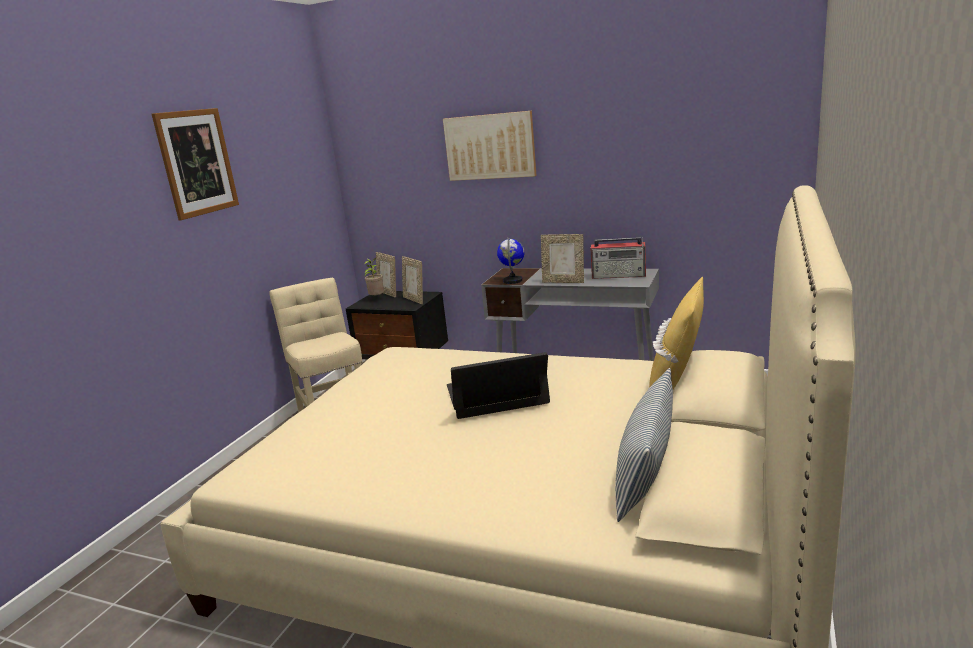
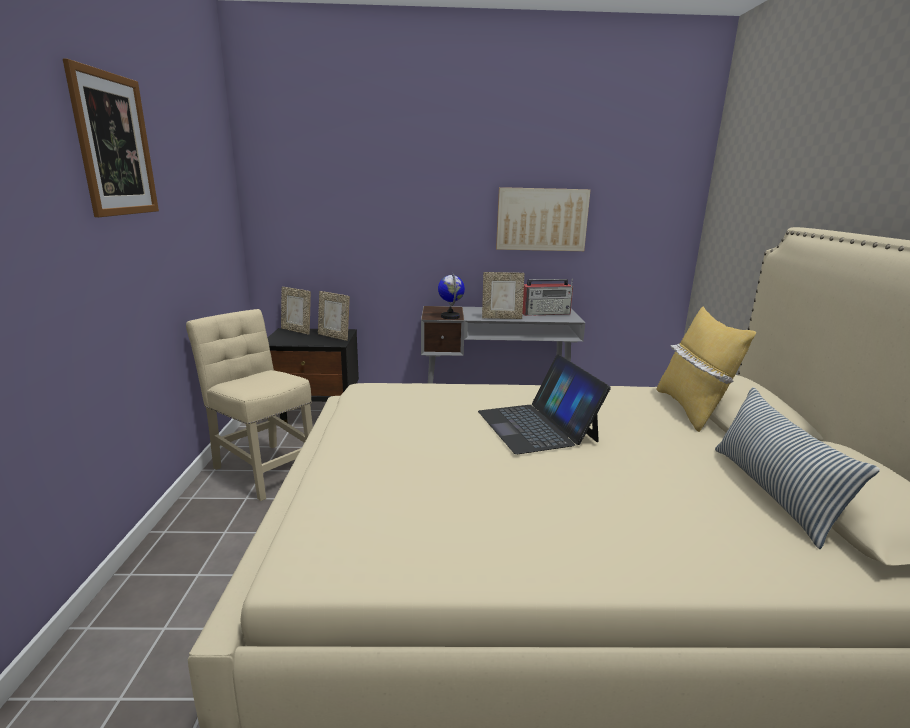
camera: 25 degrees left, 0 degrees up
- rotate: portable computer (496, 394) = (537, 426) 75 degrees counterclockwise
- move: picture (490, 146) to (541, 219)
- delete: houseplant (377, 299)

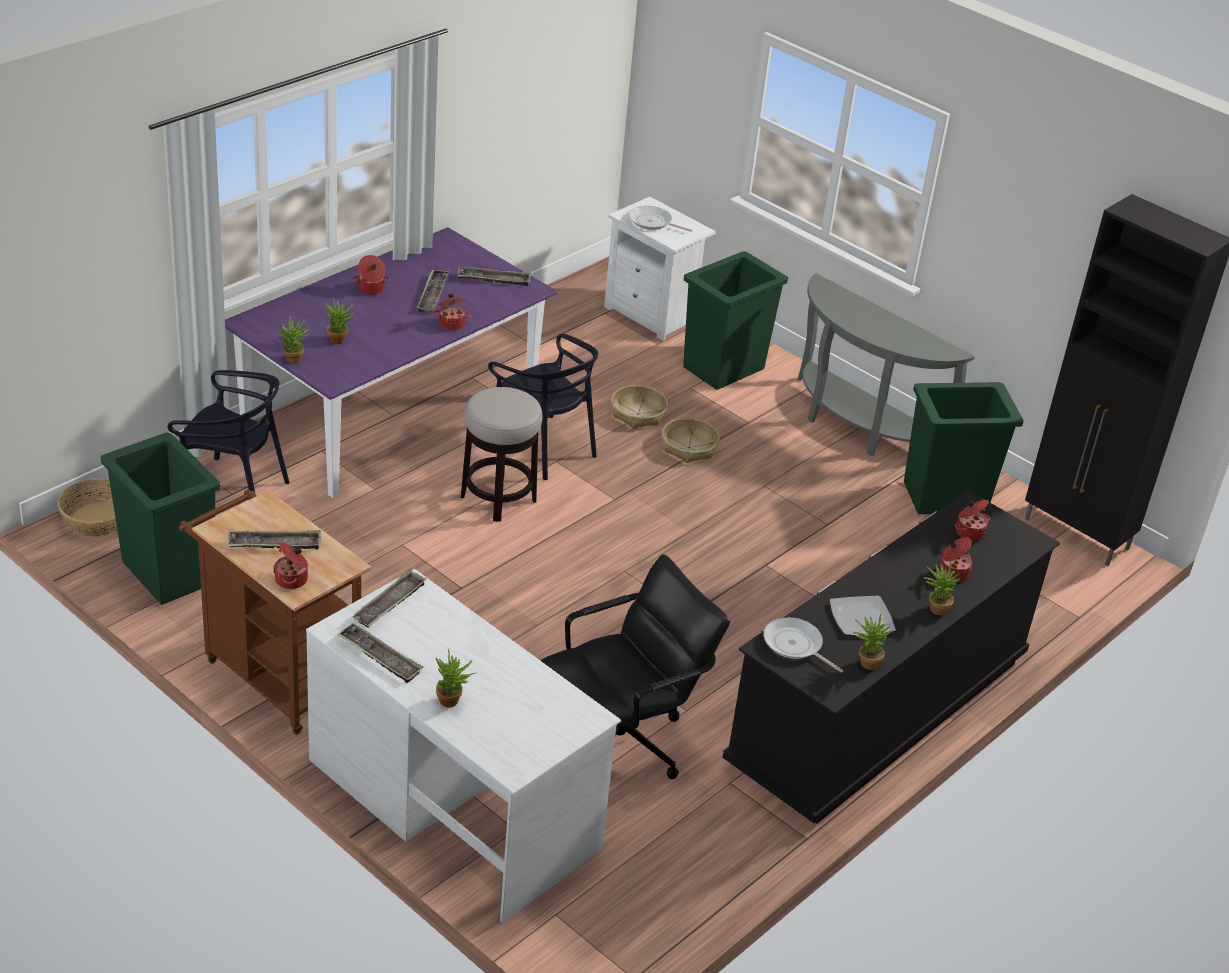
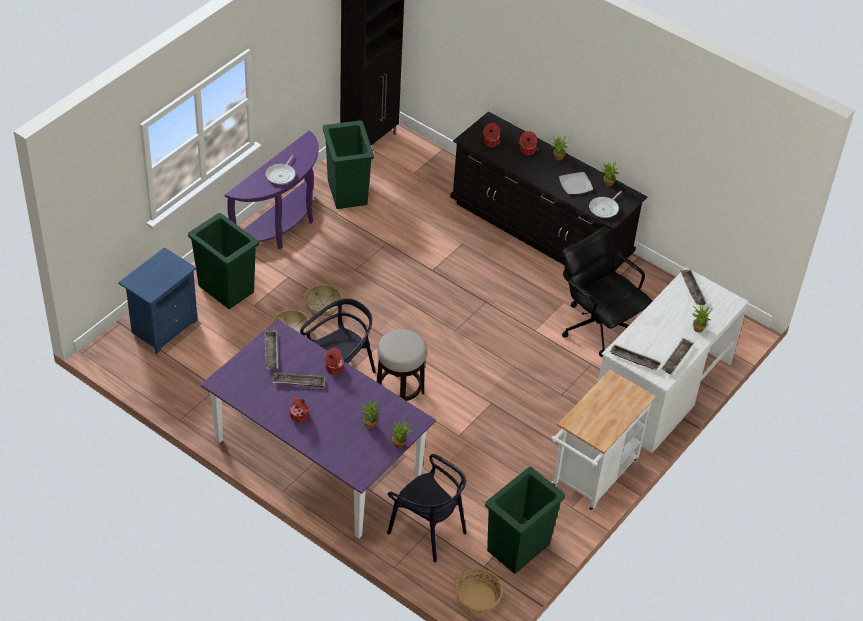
camera: 95 degrees left, 10 degrees up
- recolor: whitish bedside table (652, 315) to bluish bedside table (163, 327)
- recolor: greyish hall table (856, 426) to purple-coloured hall table (282, 227)
- move: skillet (652, 222) to (281, 175)
- rotate: blackish plain chair (232, 492) = (427, 530) 120 degrees clockwise
- recolor: brownish cart (276, 674) to whitish cart (591, 478)
- move: carrying tray (275, 544) to (692, 289)
- delete: stockpot (292, 580)

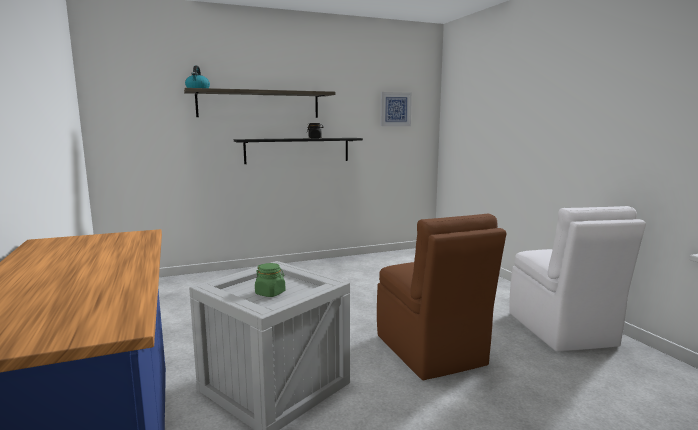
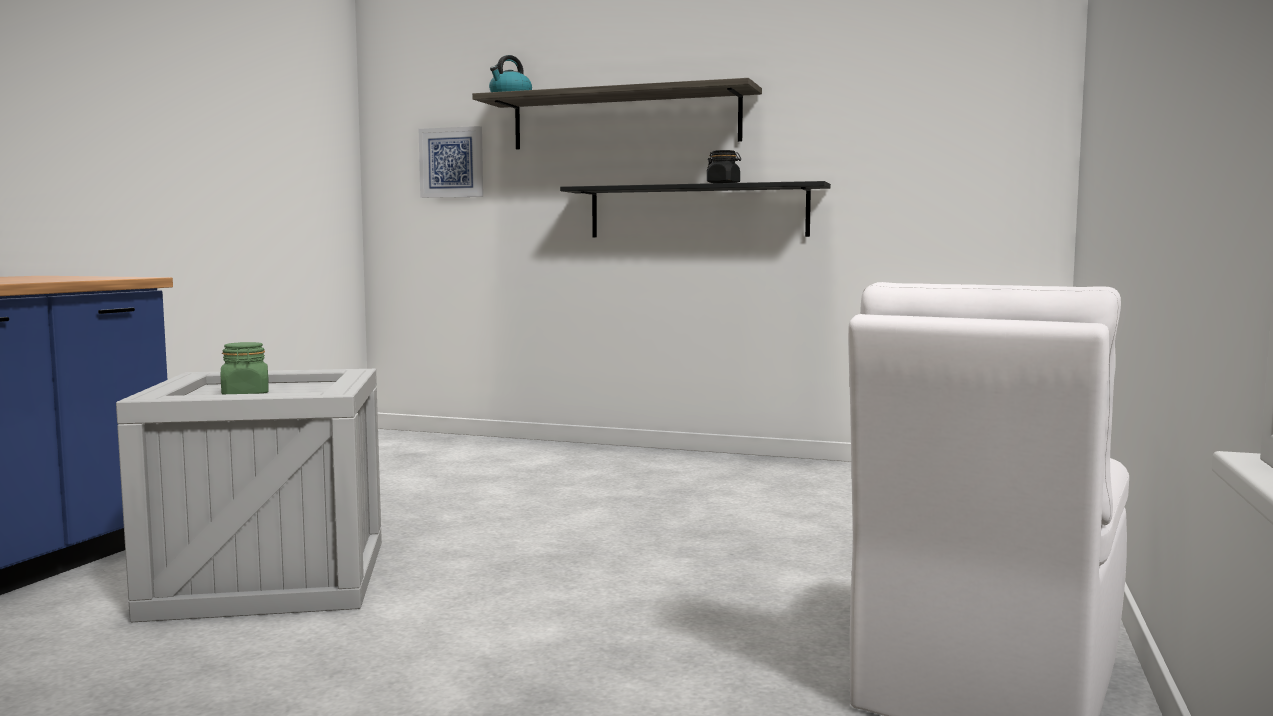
camera: 40 degrees right, 5 degrees down
- move: picture (395, 109) to (452, 162)
- delete: brownish plain chair (430, 351)

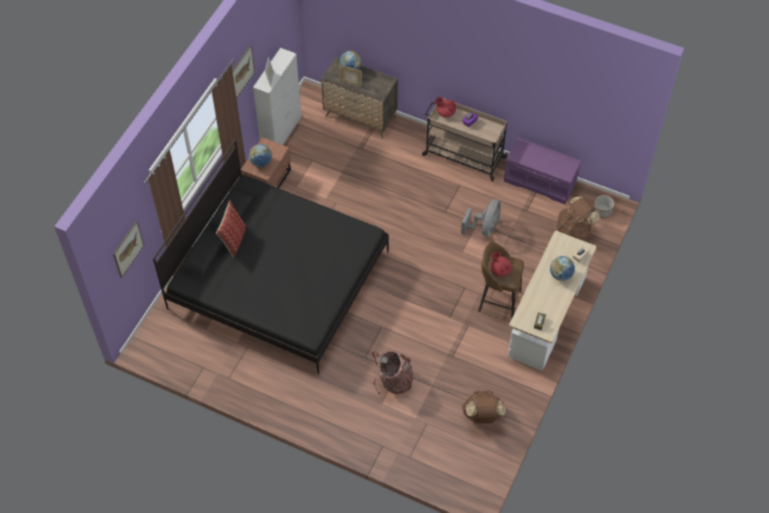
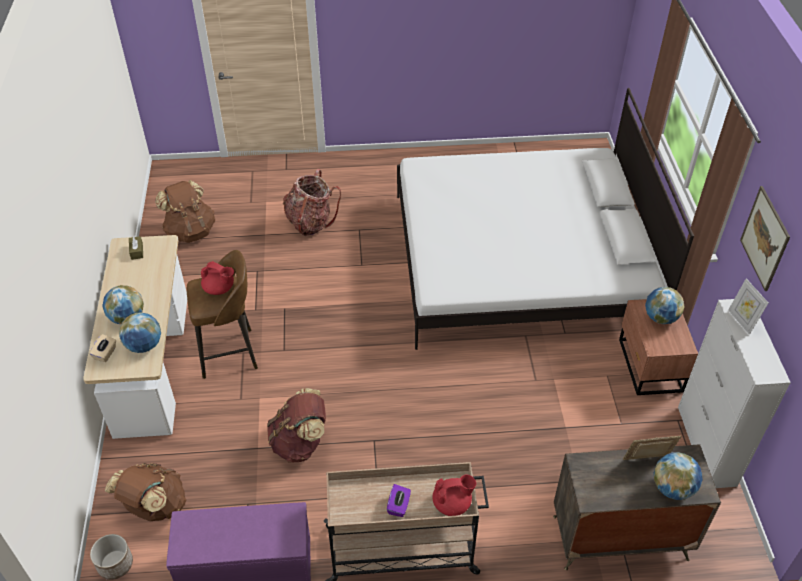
camera: 150 degrees right, 10 degrees down
- insert: world globe (144, 345)
- replace: greyish cooling fan (484, 228) to brownish knapsack (300, 443)
- recolor: blackish bed (279, 279) to whitish bed (520, 260)
- delete: picture (128, 249)
- delete: throw pillow (233, 240)

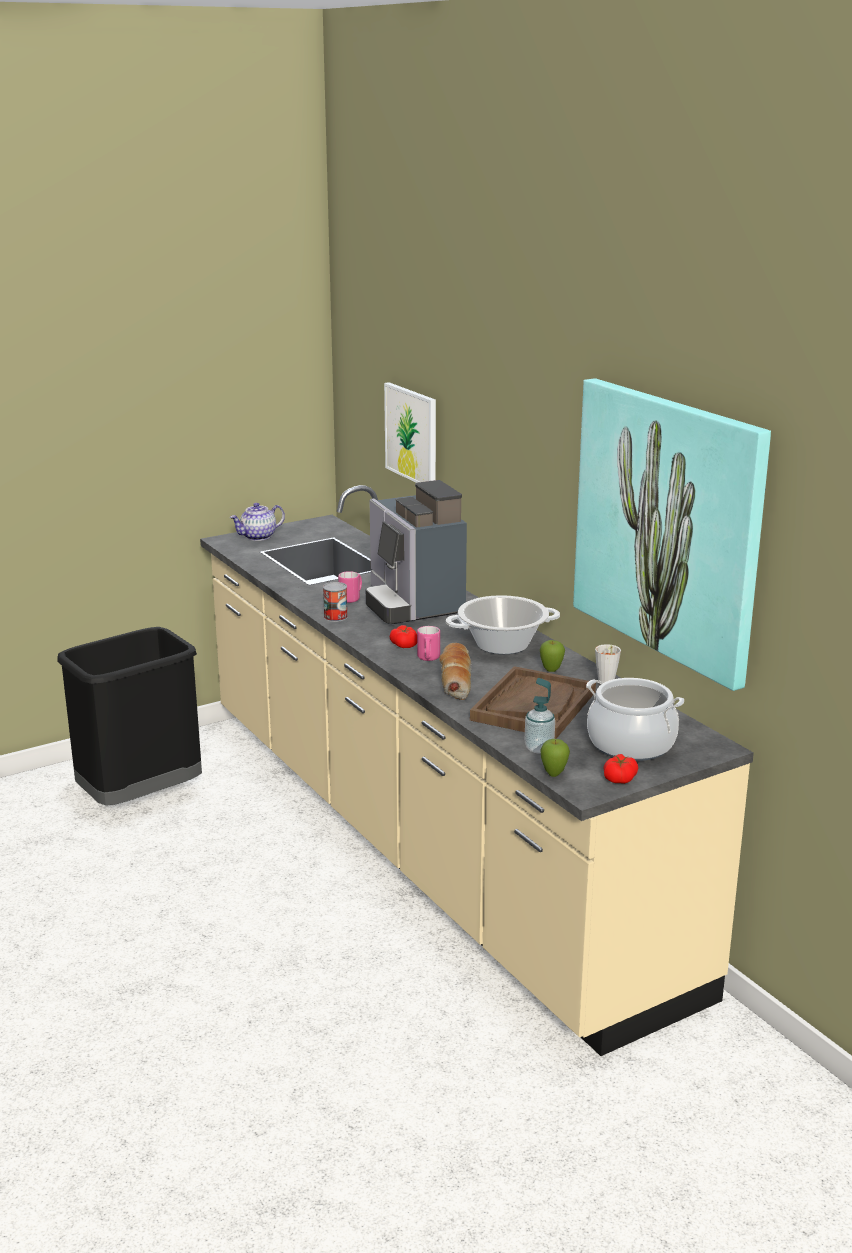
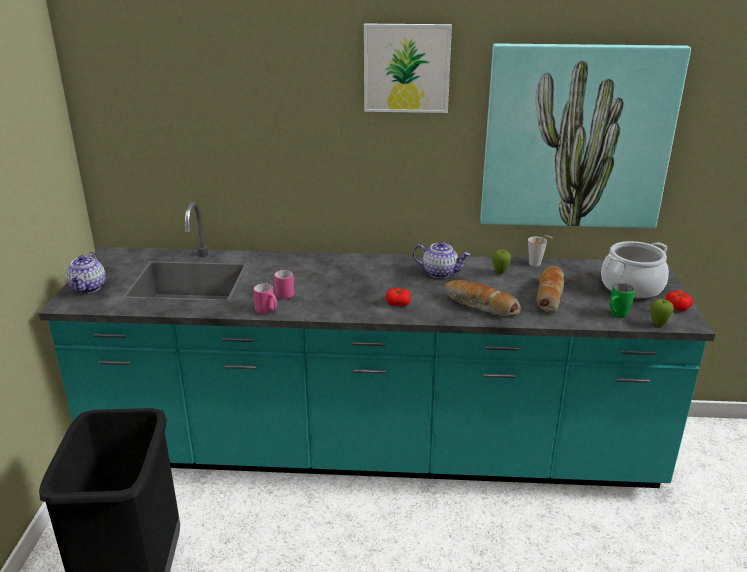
camera: 55 degrees left, 5 degrees up
- recolor: beige-coloured kitchen counter (426, 841) to turquoise-coloured kitchen counter (373, 449)
- move: pinkish tea mug (428, 659) to (267, 311)
- move: picture (412, 434) to (406, 68)
- replace: stockpot (502, 645) to teapot (440, 272)
- replace: brownish carrying tray (533, 705) to bread (548, 296)
- replace: soap bottle (539, 748) to greenish tea mug (616, 316)
- delete: sealed can (335, 617)
- delete: coffee brewer (412, 604)

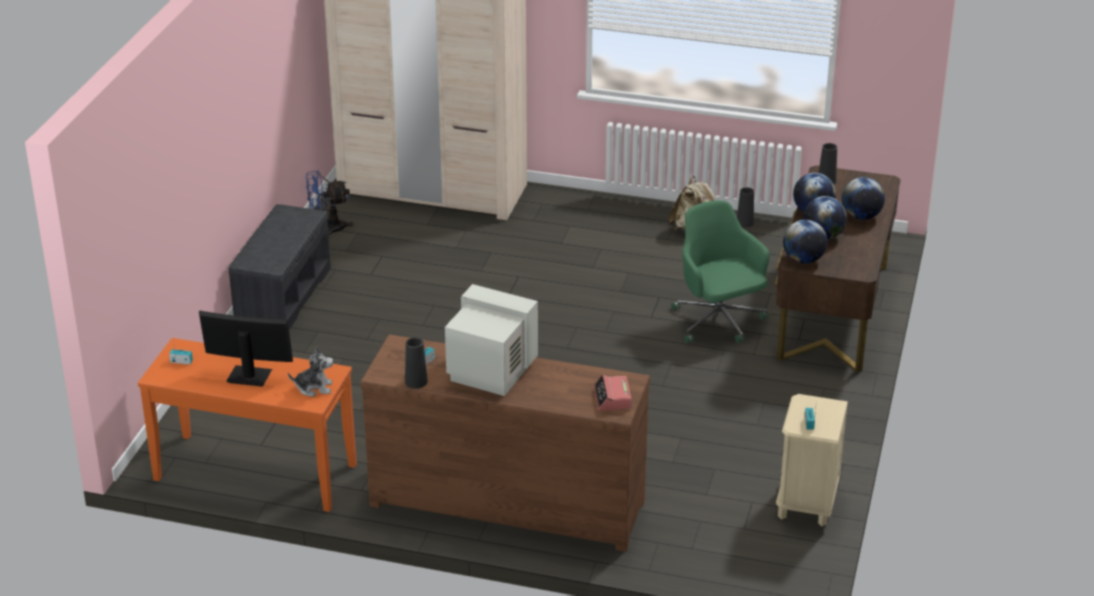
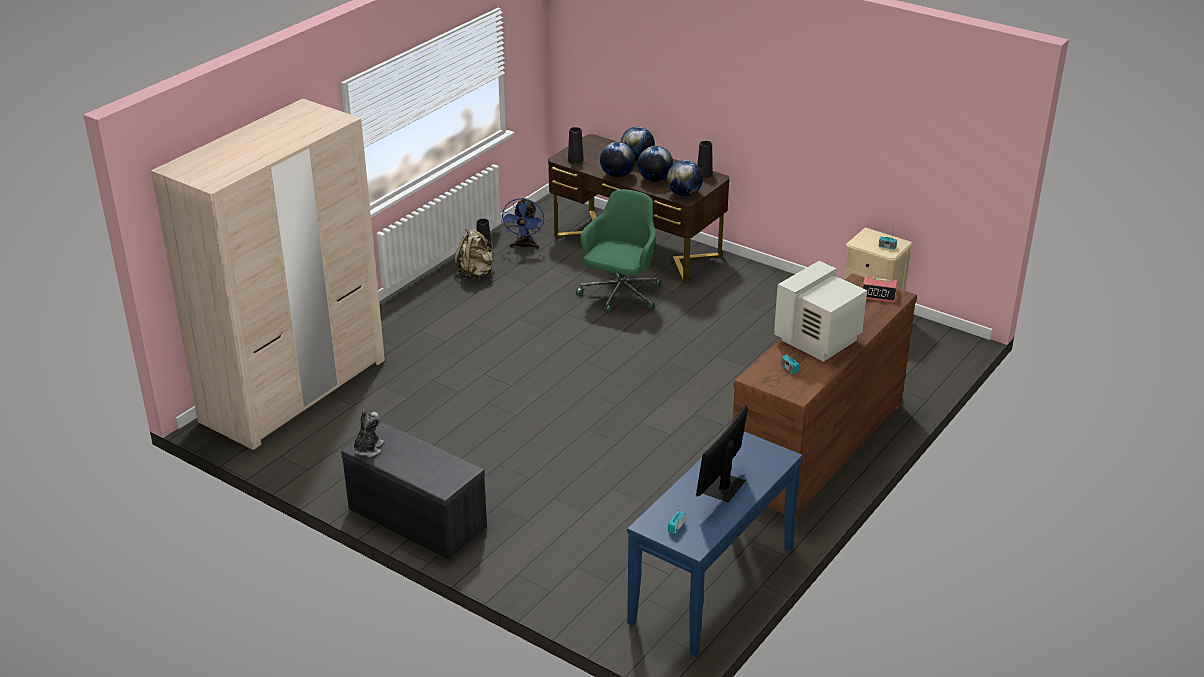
camera: 70 degrees left, 0 degrees up
- move: soft toy (314, 388) to (367, 449)
- move: bluish cooling fan (328, 229) to (524, 246)
- rotate: greenish office chair (718, 322) = (620, 295) 120 degrees clockwise
- recolor: orange hall table (255, 472) to bluish hall table (713, 585)
- move: blackish decorative vase (416, 381) to (704, 174)

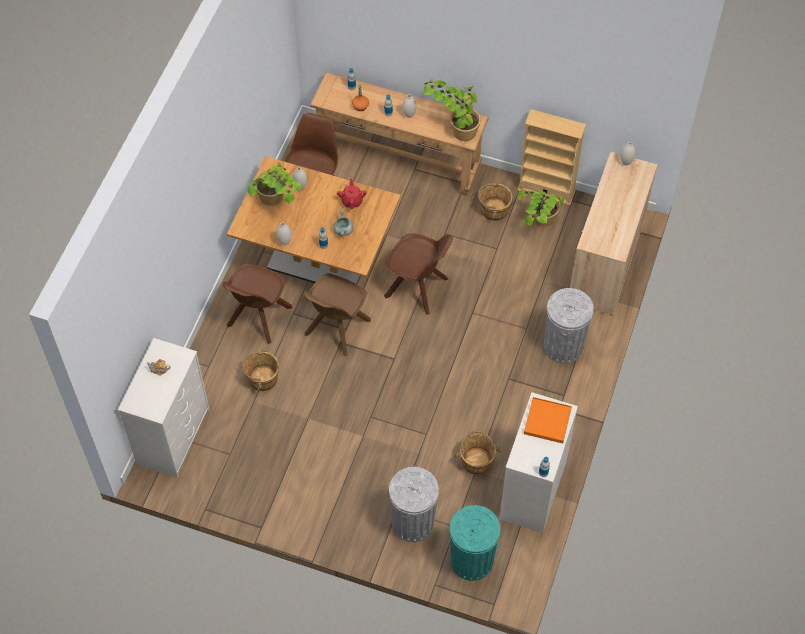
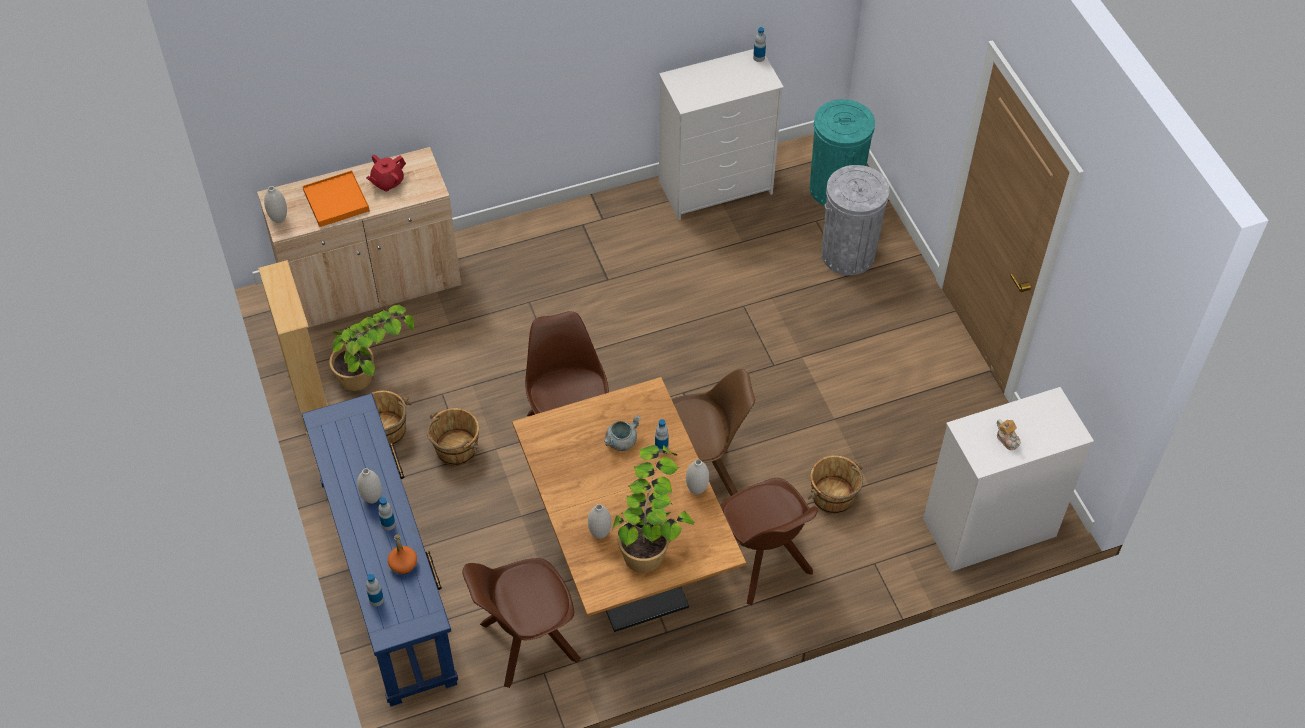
camera: 130 degrees left, 5 degrees down
- recolor: brownish hall table (399, 160) to bluish hall table (389, 584)
- move: orange carrying tray (547, 421) to (336, 201)
- move: red-coloured teapot (352, 201) to (387, 182)
- move: brownish bucket (476, 460) to (455, 449)
- rotate: brownish plain chair (258, 317) = (763, 562) 75 degrees clockwise
- delete: houseplant (454, 126)
- delete: greyish waste bin (563, 346)

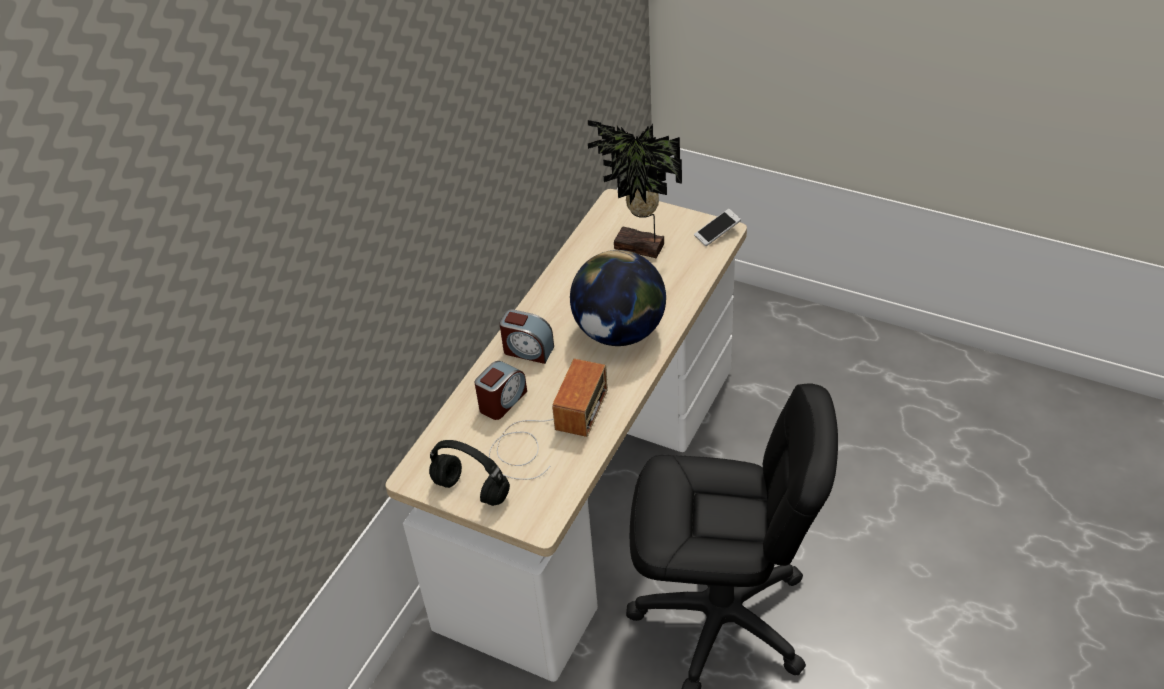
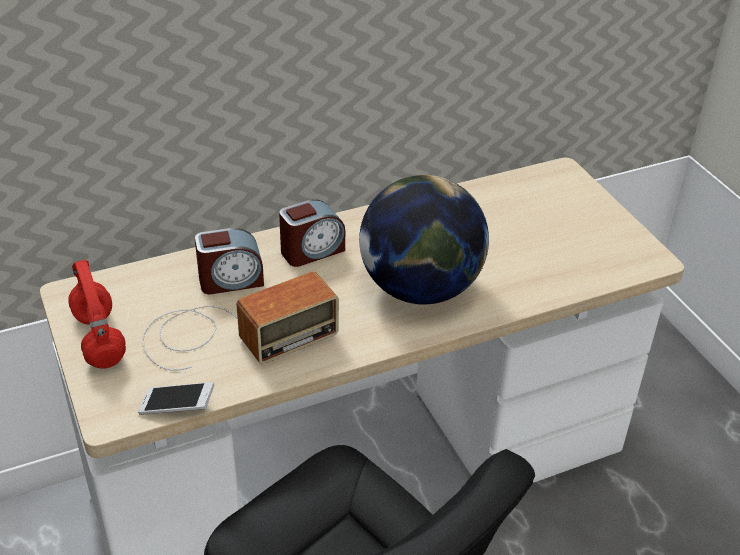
camera: 35 degrees right, 5 degrees down
- recolor: blackish headphones (473, 490) to red-coloured headphones (101, 340)
- move: handset (717, 233) to (177, 406)
- rotate: table clock (527, 350) = (312, 251) 90 degrees counterclockwise
- delete: houseplant (639, 249)

